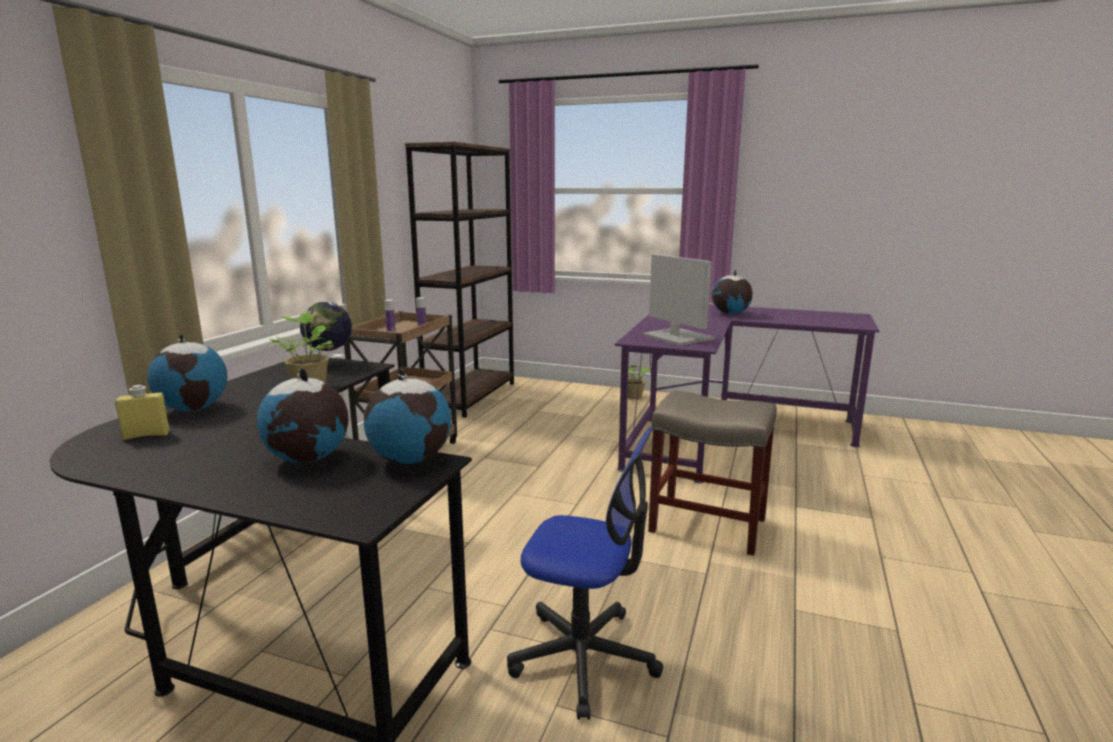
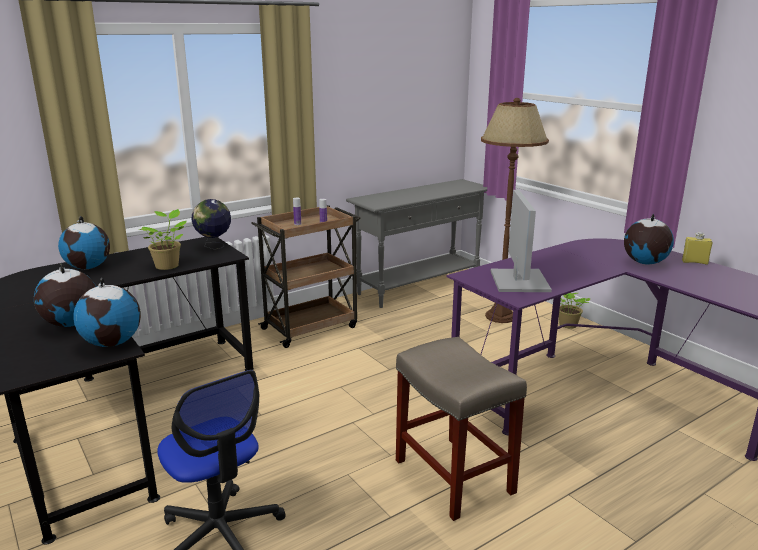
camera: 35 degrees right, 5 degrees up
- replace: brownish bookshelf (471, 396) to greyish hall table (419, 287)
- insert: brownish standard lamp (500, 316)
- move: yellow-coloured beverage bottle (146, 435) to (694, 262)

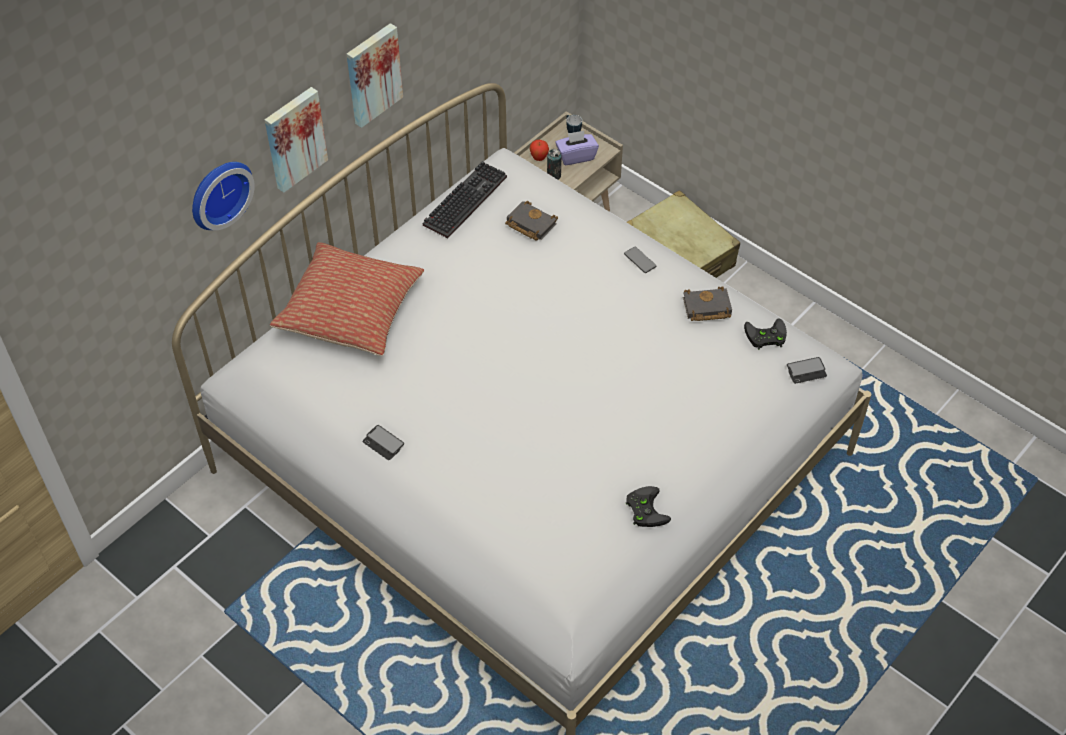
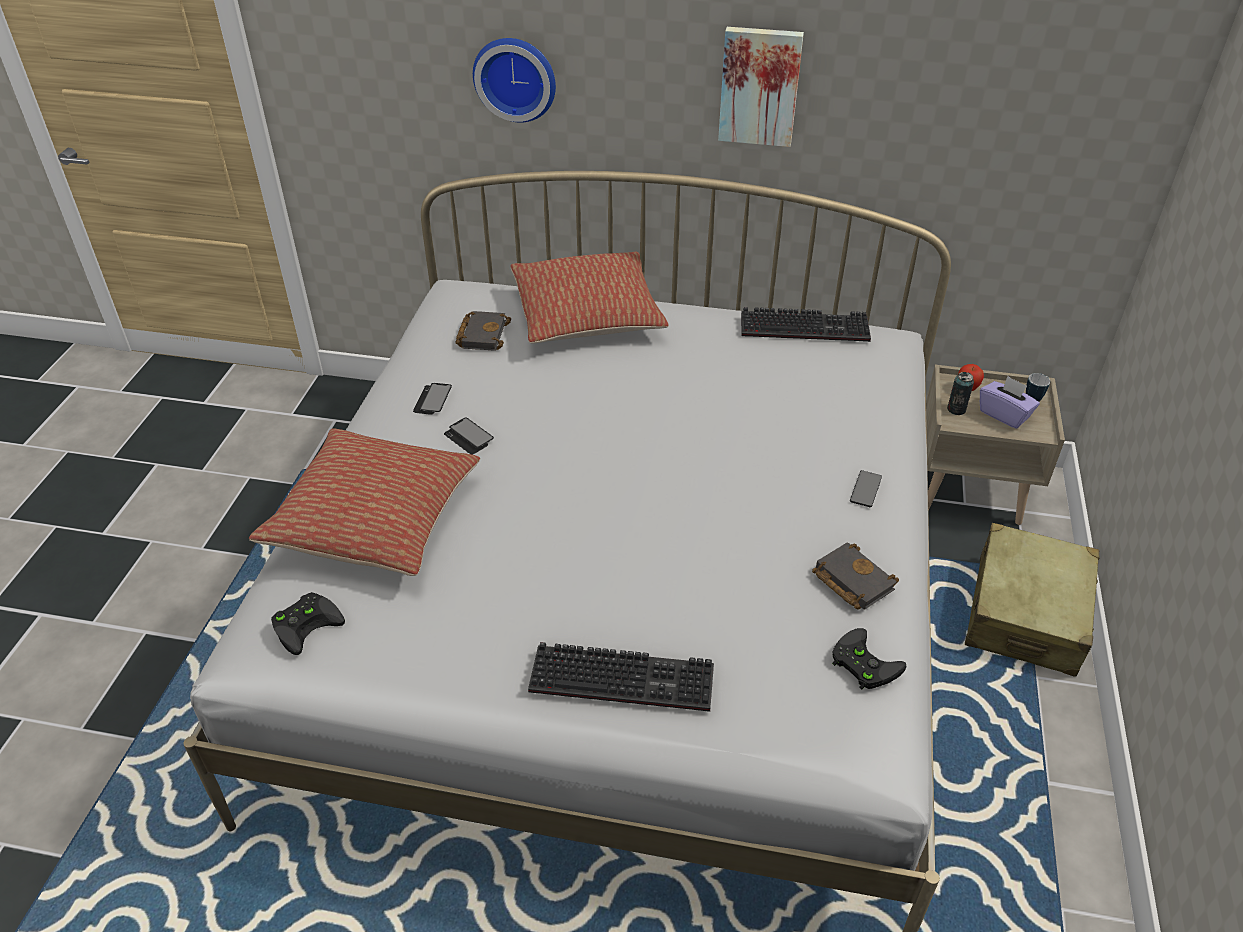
camera: 60 degrees right, 10 degrees down
- insert: throw pillow (375, 519)
- move: blackish game controller (644, 509) to (307, 623)
- move: handset (806, 371) to (469, 437)
- move: blackish bound book (529, 224) to (482, 334)
- insert: computer keyboard (625, 677)
- delete: picture (294, 138)

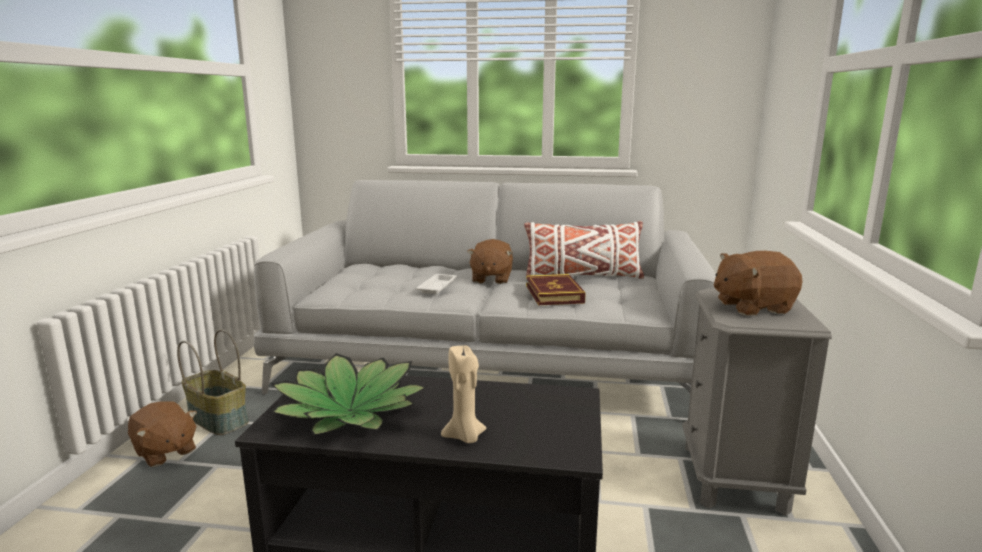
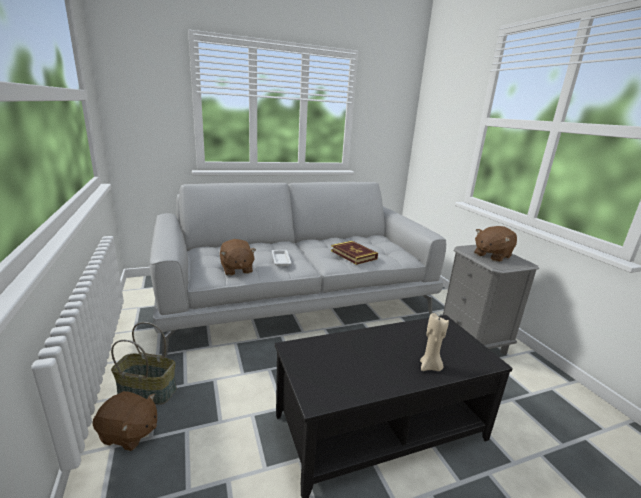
camera: 30 degrees left, 5 degrees up
- move: brownish soft toy (491, 279) to (236, 269)
- delete: houseplant (349, 410)
- delete: whitish throw pillow (582, 276)

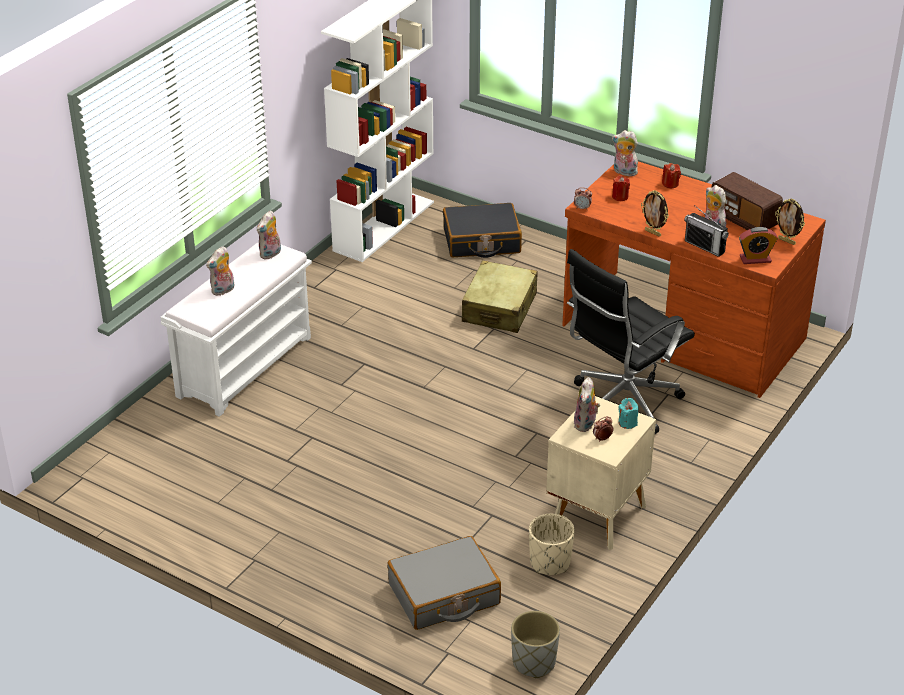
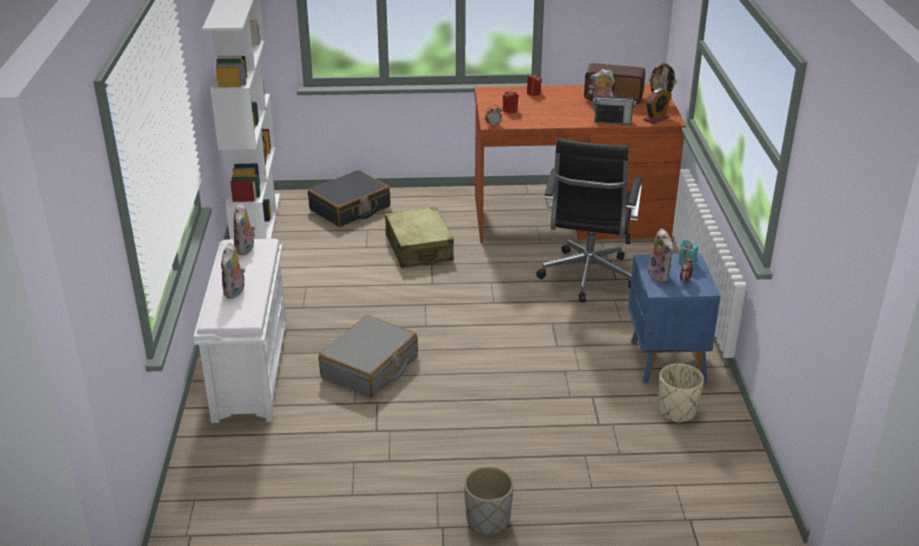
camera: 35 degrees left, 5 degrees down
- move: greyish travel case (444, 595) to (370, 367)
- move: greyish planter (533, 662) to (487, 520)
- recolor: beige-coloured bedside table (597, 515) to bluish bedside table (666, 361)
- delete: soft toy (624, 172)
- delete: picture frame (653, 233)

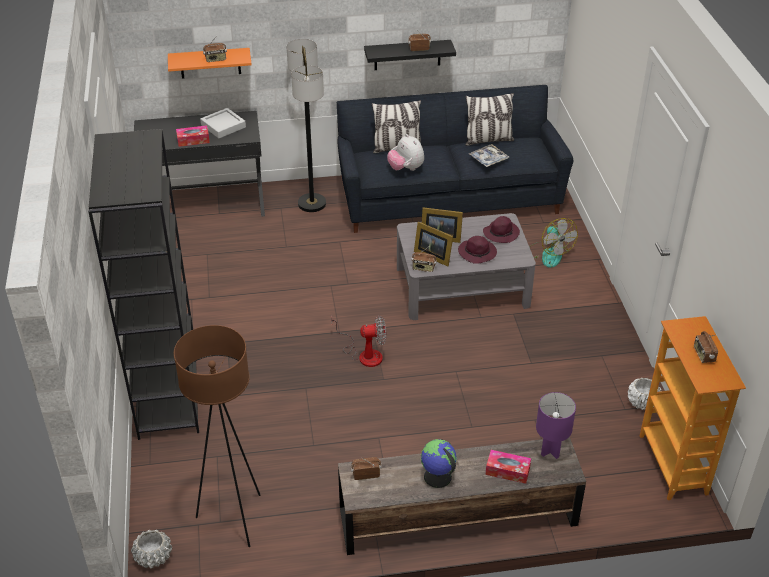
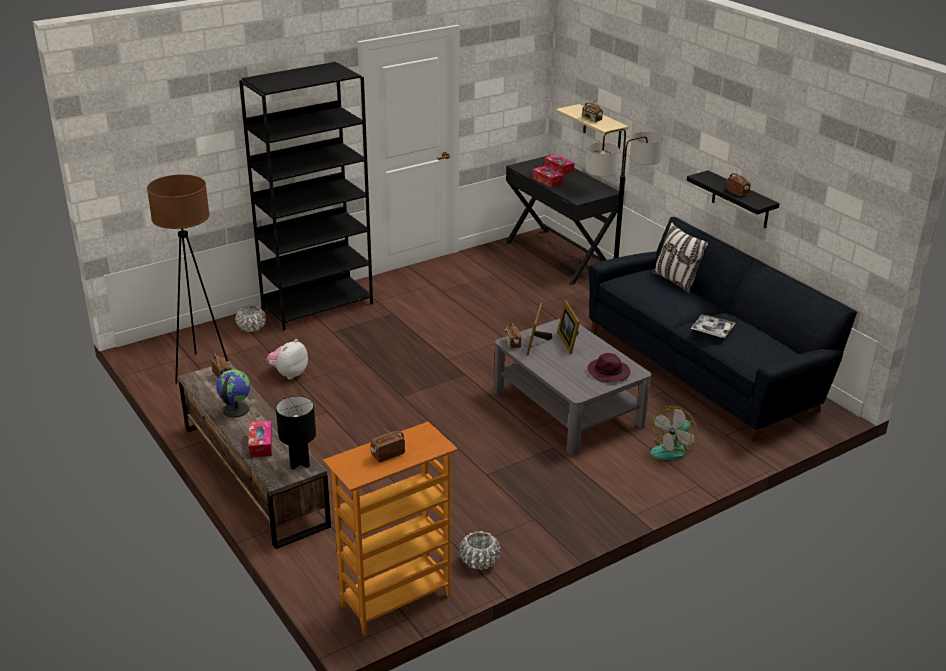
camera: 65 degrees right, 10 degrees down
- move: whitish planter (153, 557) to (251, 327)
- move: soft toy (406, 168) to (289, 374)
- recolor: purple-coloured tabletop lamp (550, 451) to blackish tabletop lamp (299, 463)
- insert: box of tissues (558, 169)
- recolor: orange wall shelf (210, 63) to beige-coloured wall shelf (602, 127)
- delete: greyish carrying tray (223, 126)
- delete: cooling fan (364, 354)
- delete: purple-coloured wearable hat (478, 253)
- delete: throw pillow (488, 140)

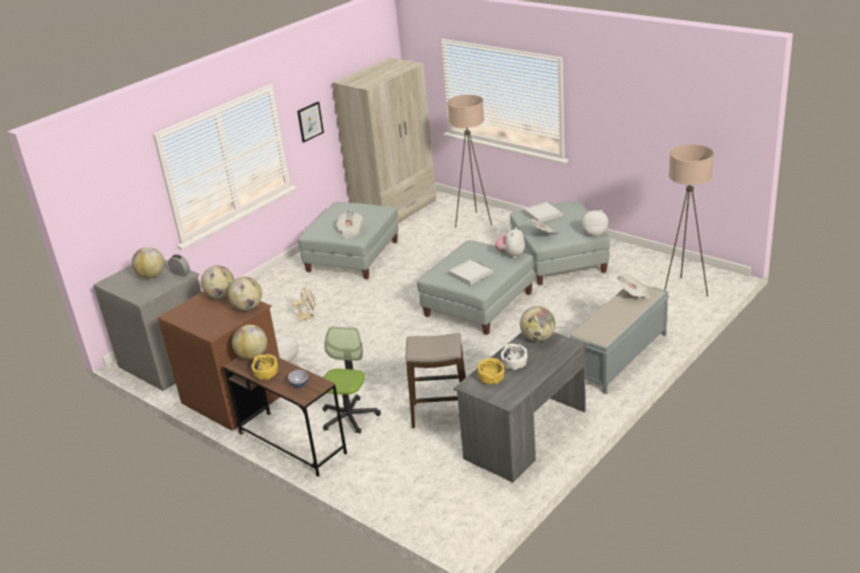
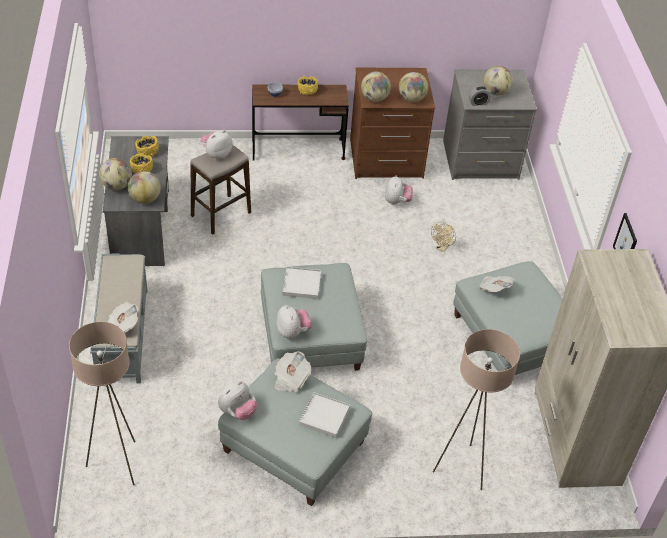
camera: 130 degrees right, 15 degrees up
- move: world globe (252, 356) to (117, 186)
- recolor: whitish serving bowl (514, 364) to yellow-coloured serving bowl (141, 170)
- insert: soft toy (216, 154)
- delete: office chair (349, 417)

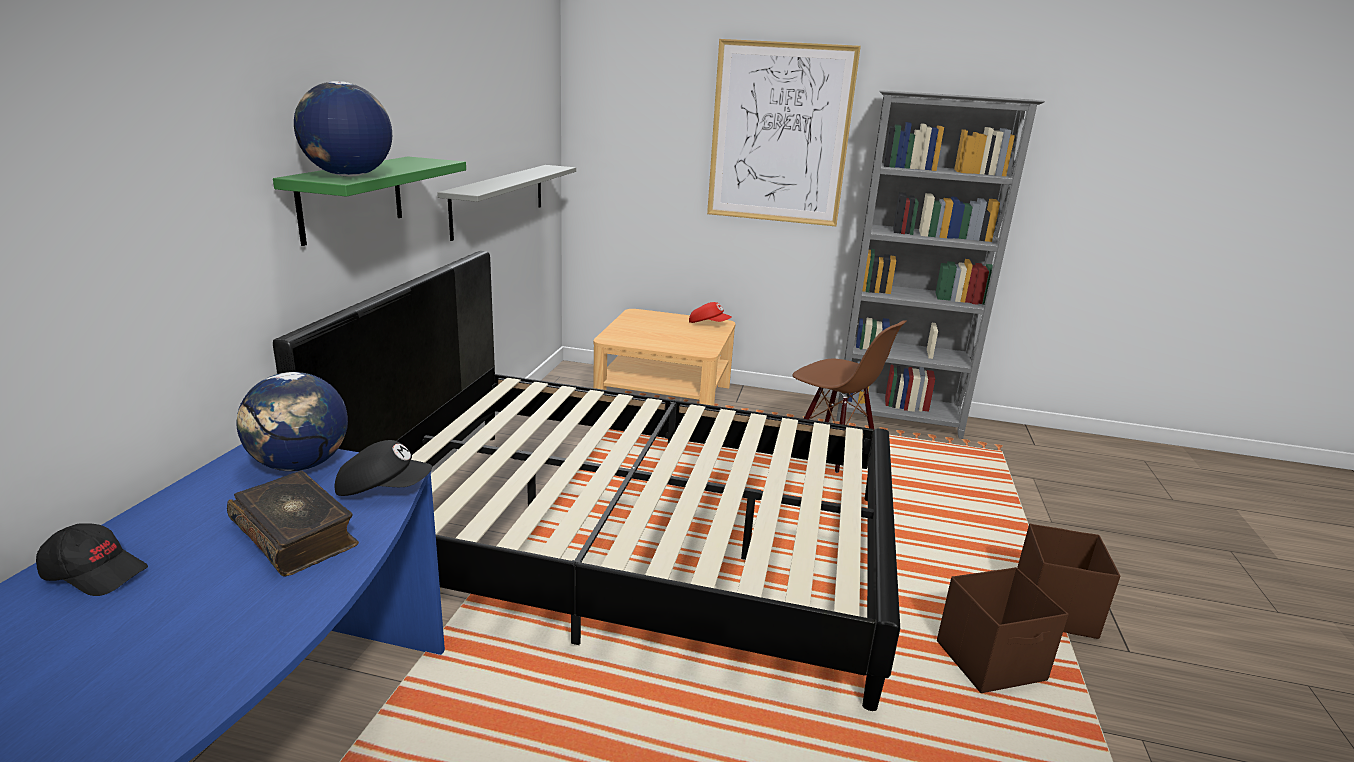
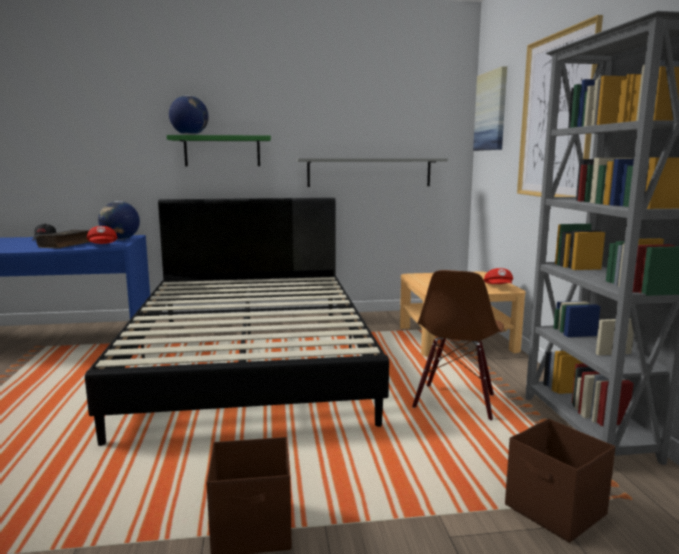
camera: 70 degrees right, 10 degrees down
- recolor: blackish peaked cap (383, 489) to red-coloured peaked cap (103, 246)
- insert: picture (491, 111)
- move: brownish storage bin (992, 661) to (555, 511)

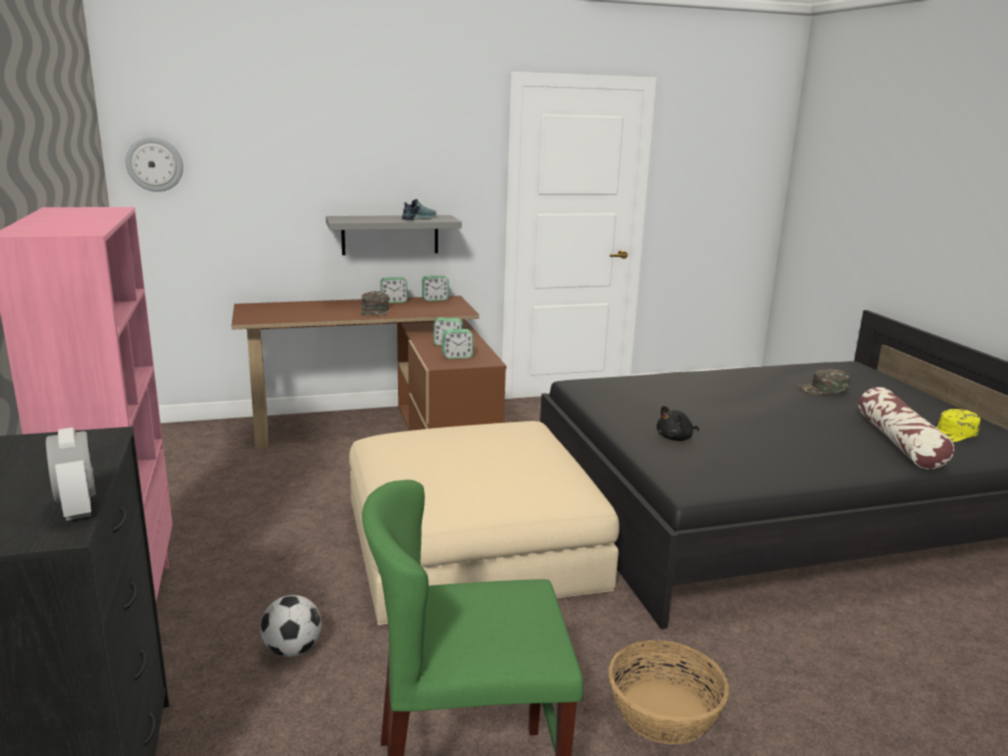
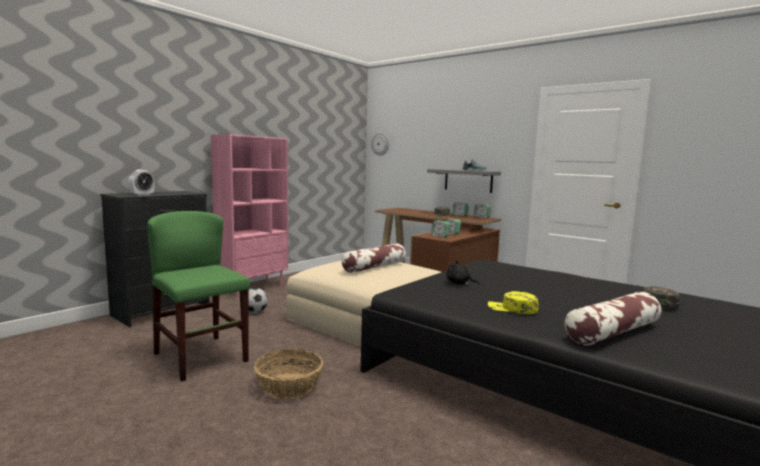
camera: 55 degrees right, 10 degrees down
- insert: throw pillow (374, 267)
- move: yellow-coloured peaked cap (952, 433) to (512, 308)

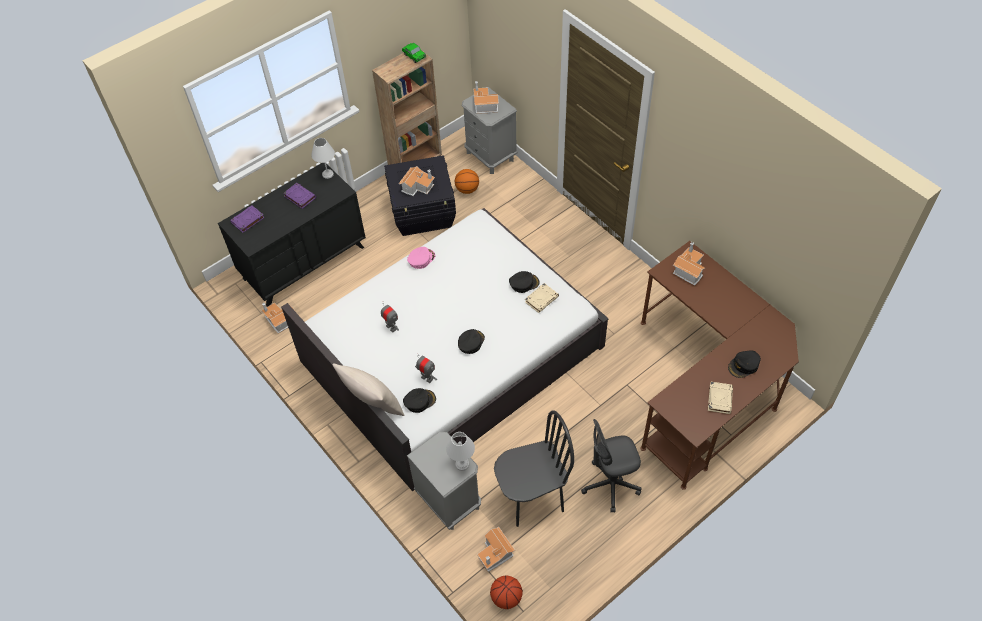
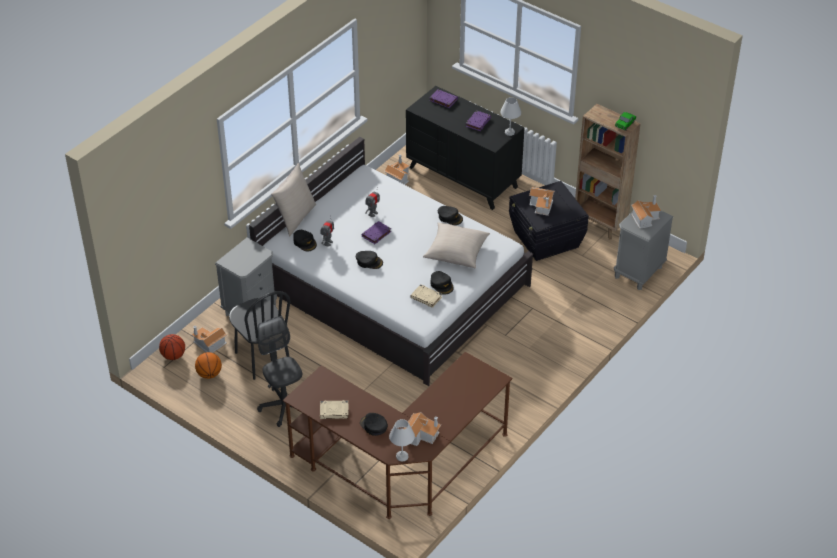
camera: 75 degrees right, 10 degrees down
- move: basketball ball (467, 189) to (209, 374)
- insert: purple-coloured bound book (376, 234)
- move: whitish tabletop lamp (462, 465) to (401, 457)
- move: miniature house (688, 269) to (421, 434)
- insert: beige-coloured throw pillow (456, 252)
- recolor: pinkish peaked cap (421, 259) to blackish peaked cap (450, 217)

